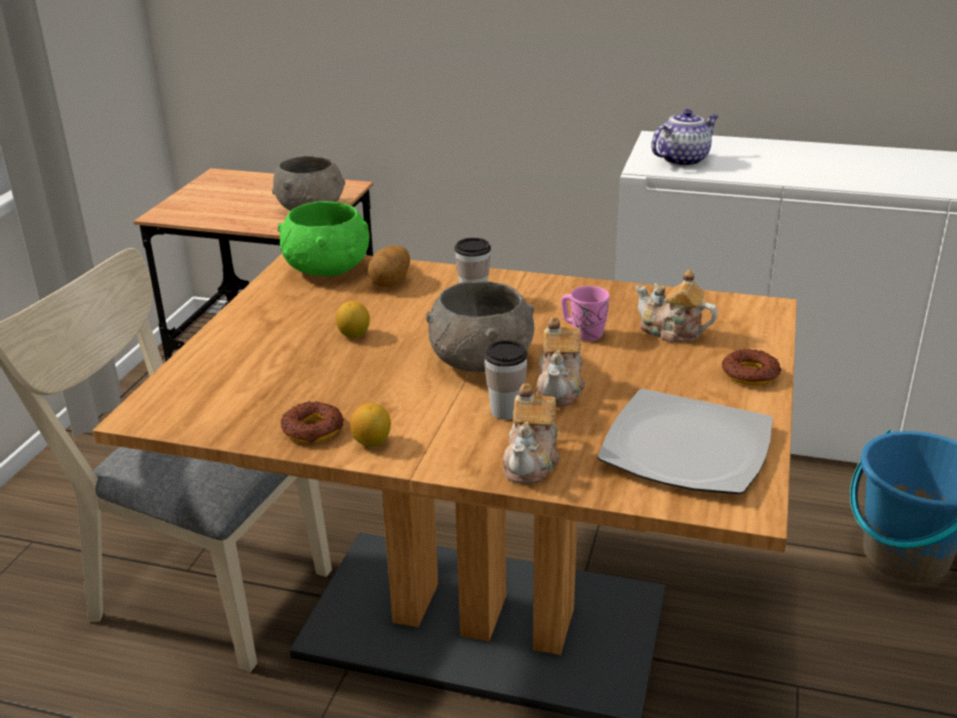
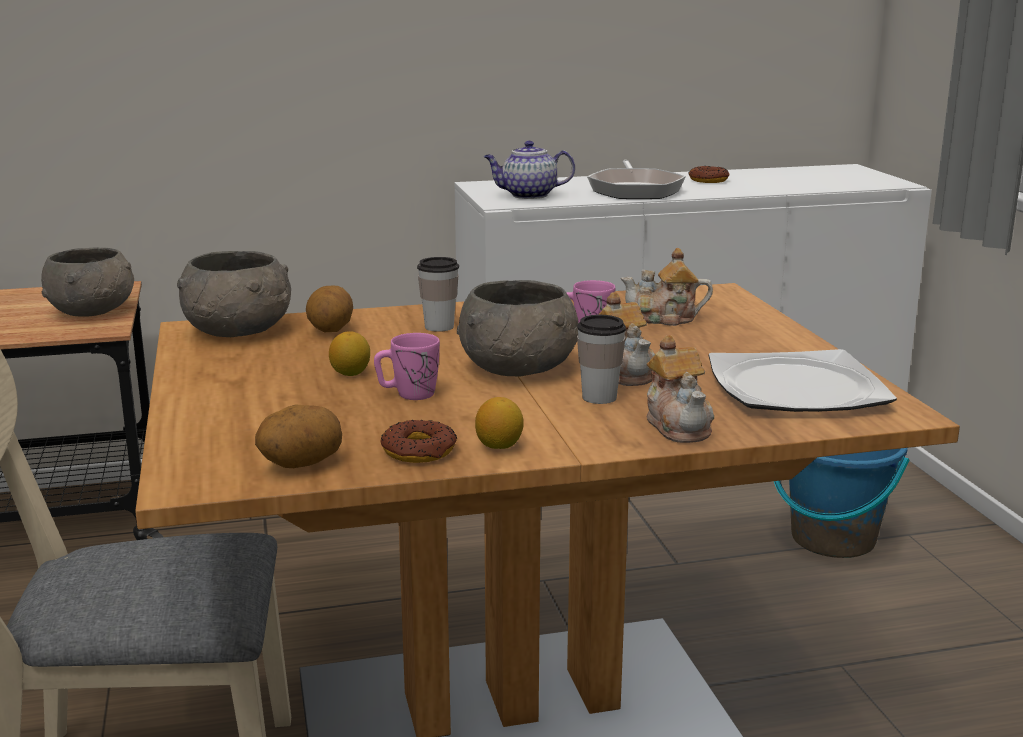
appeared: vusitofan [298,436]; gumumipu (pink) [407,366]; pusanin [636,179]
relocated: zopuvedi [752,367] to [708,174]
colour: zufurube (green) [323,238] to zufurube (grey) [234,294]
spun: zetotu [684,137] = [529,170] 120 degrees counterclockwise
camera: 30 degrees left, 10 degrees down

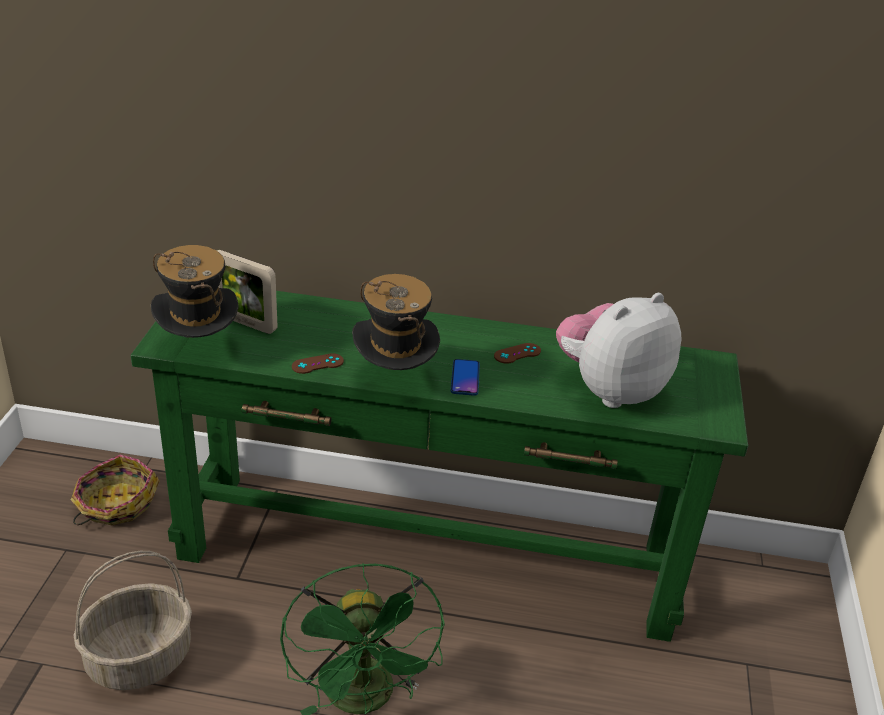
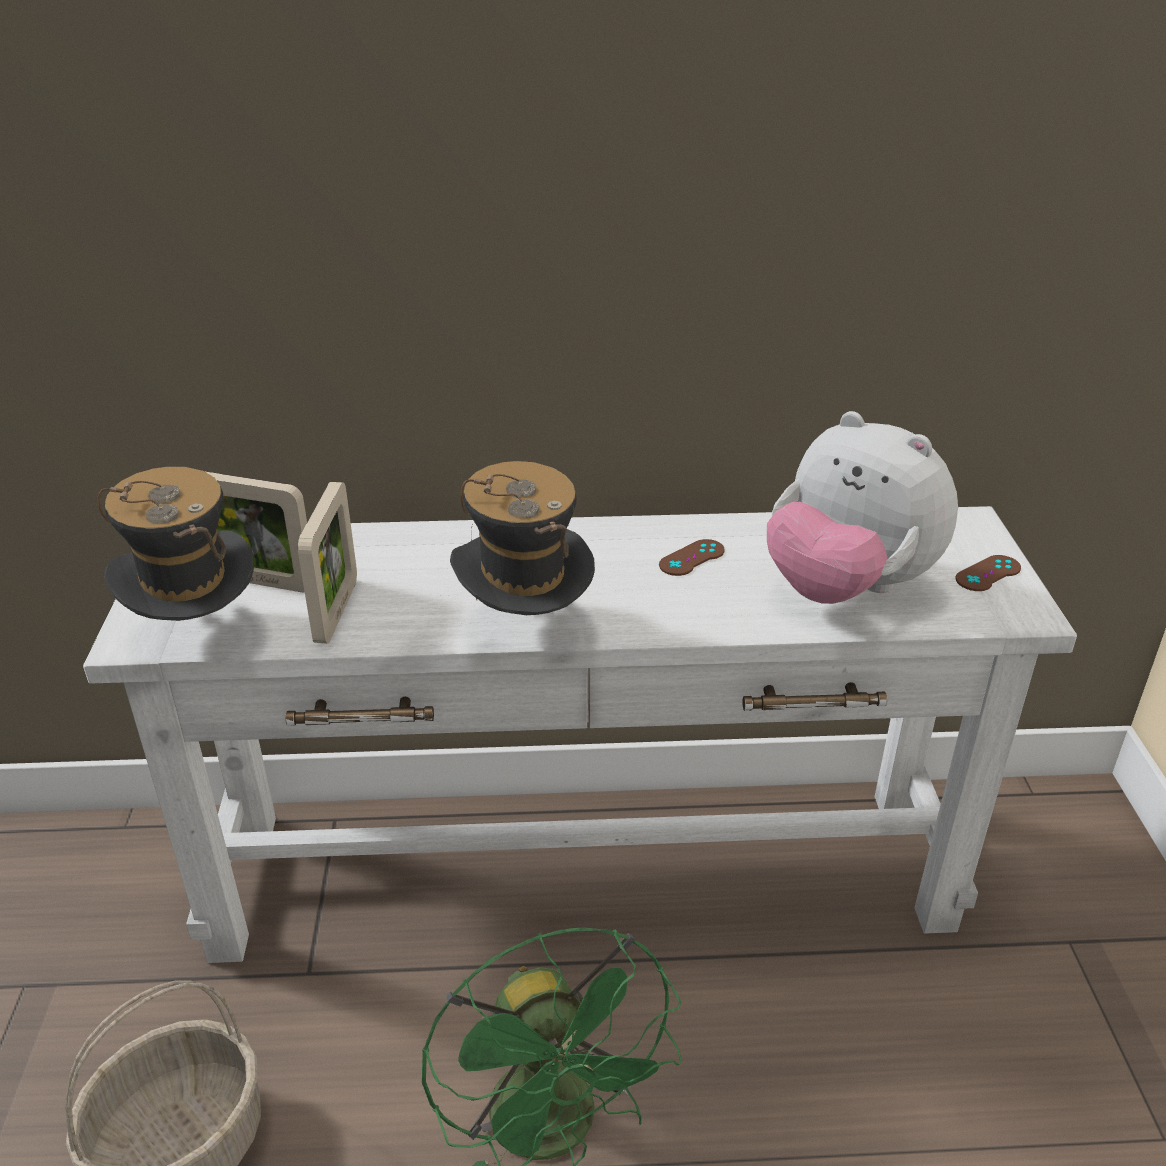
missing: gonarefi [115,489]; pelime [465,377]
appeared: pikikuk [327,562]
relocated: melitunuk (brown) [318,363] to [988,573]
colour: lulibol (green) [439,466] to lulibol (white) [580,734]
spun: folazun [619,350] = [862,507] 90 degrees counterclockwise
camera: 10 degrees left, 0 degrees up

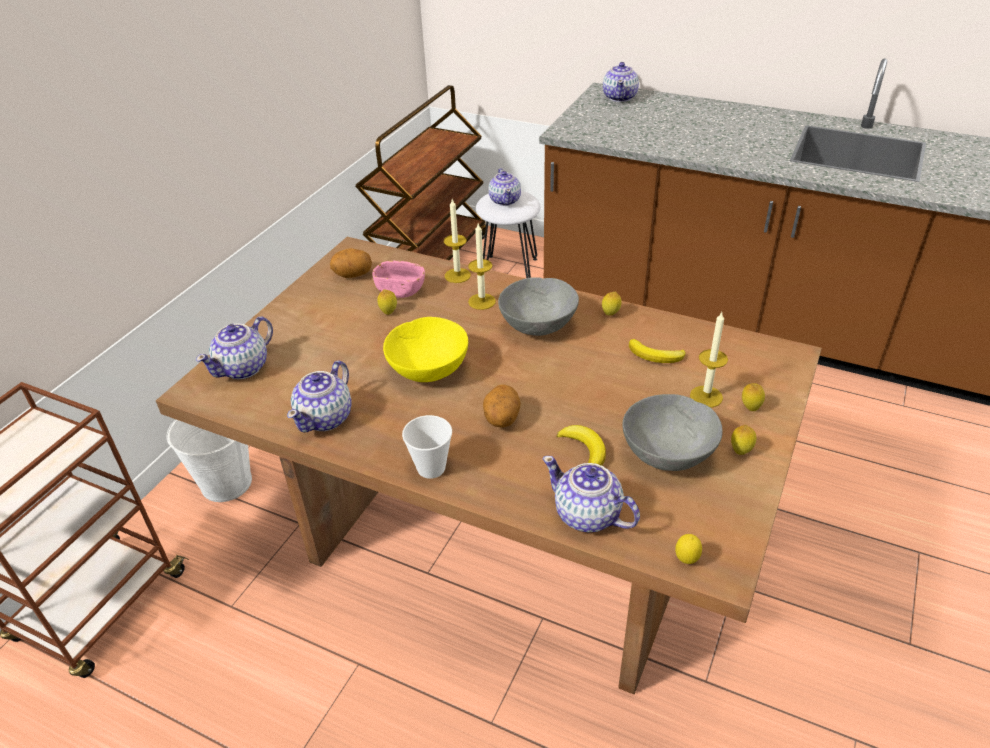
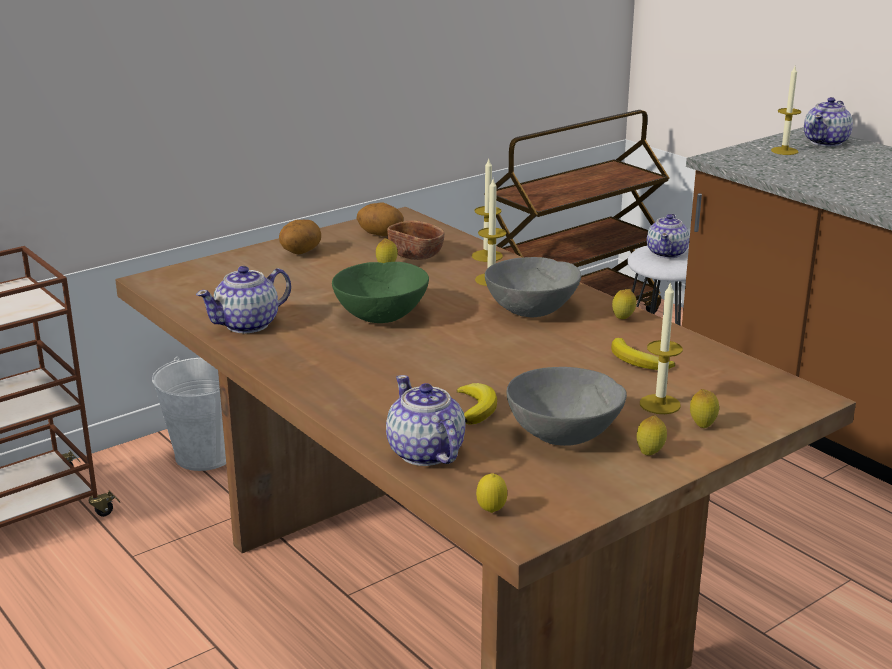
missing: zetotu [234,348]; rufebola [427,447]
appeared: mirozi [786,110]
relocated: vusitofan [502,406] to [300,237]
colour: zufurube (yellow) [425,349] to zufurube (green) [380,292]; zufurube (pink) [398,279] to zufurube (brown) [415,240]
camera: 25 degrees right, 15 degrees down

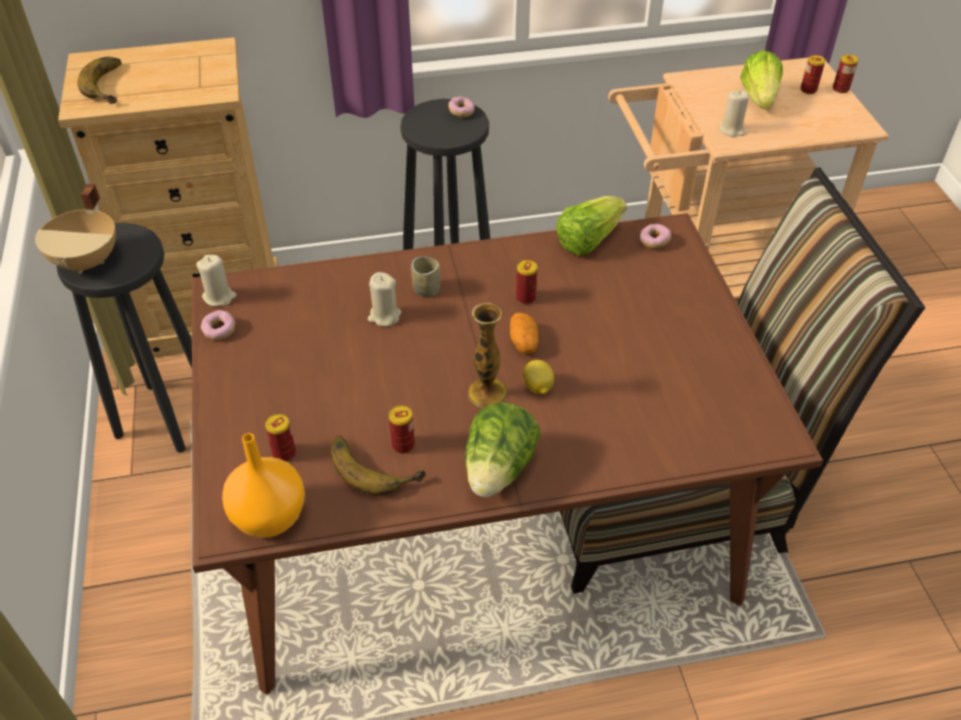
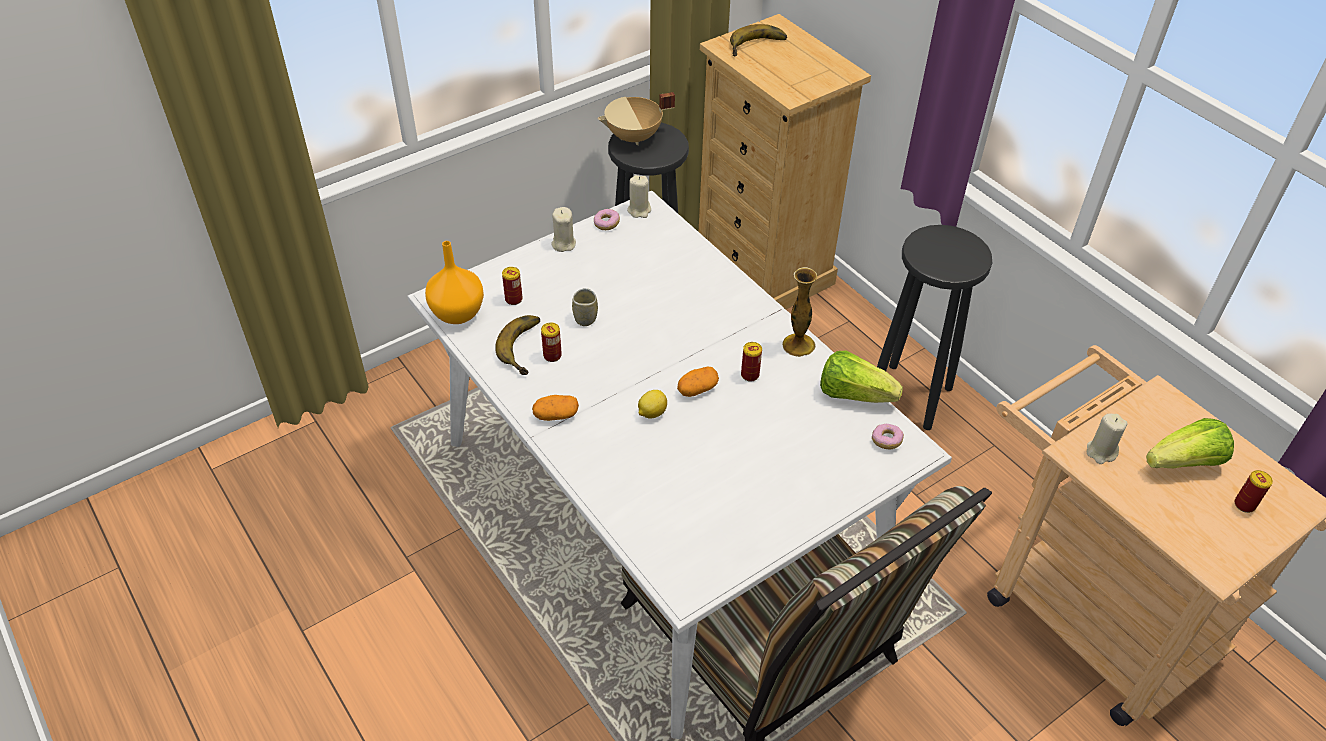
missing: zopuvedi [461,107]; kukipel [845,73]
relocated: mirozi (beige) [384,299] to [563,229]; rufebola [425,277] to [585,307]; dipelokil [487,355] to [799,312]
exchanged: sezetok [503,449] to vusitofan [555,408]
colour: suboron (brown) [507,453] to suboron (white) [679,465]
camera: 65 degrees right, 0 degrees up

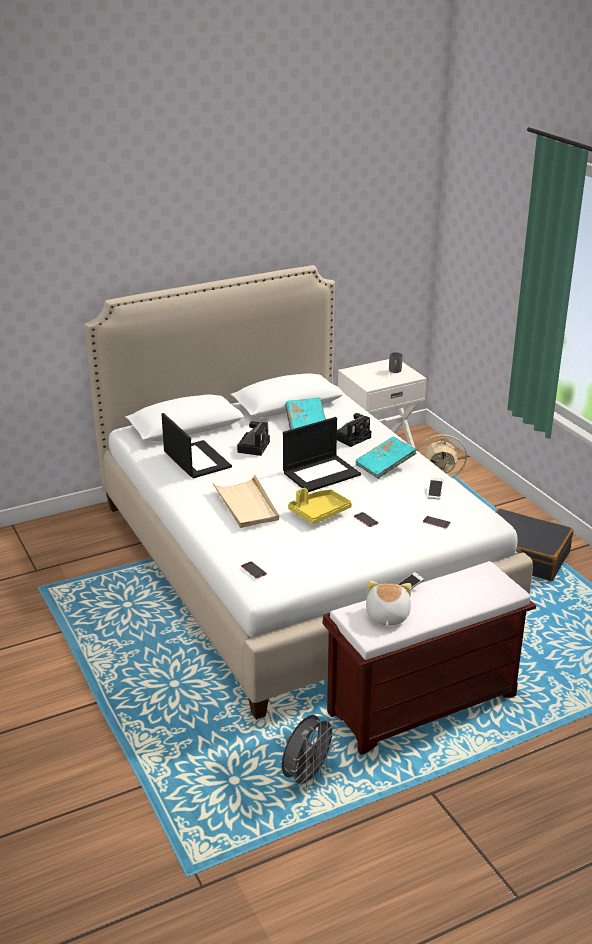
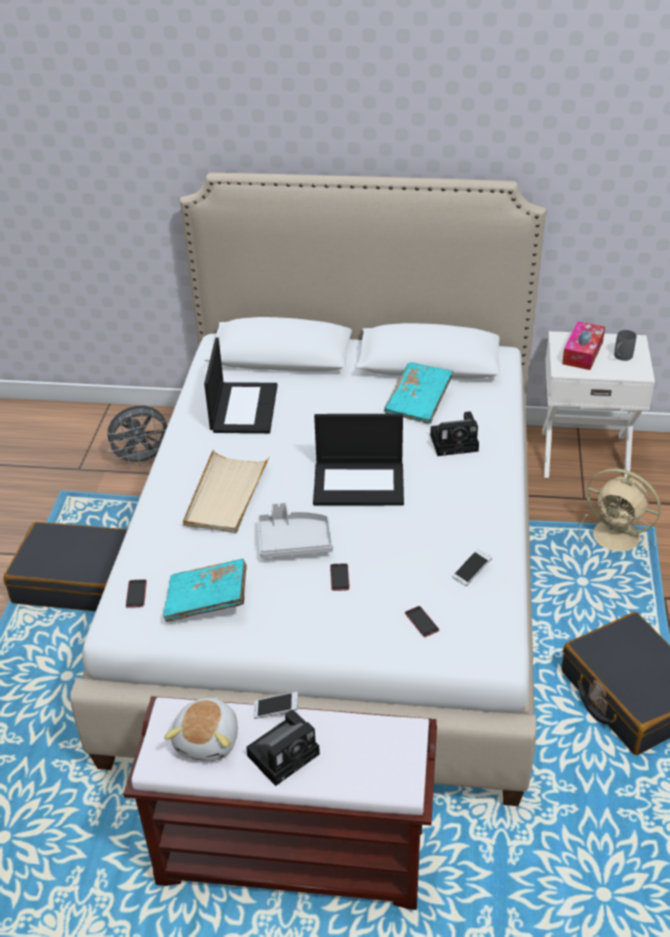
appeared: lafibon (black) [65,566]; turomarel [583,345]
relocated: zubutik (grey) [310,752] to [136,436]; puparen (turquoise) [386,458] to [205,590]; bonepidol [253,438] to [283,748]
colour: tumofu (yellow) [320,506] to tumofu (grey) [295,530]
spun: folazun [389,603] = [201,729] 150 degrees clockwise
camera: 35 degrees right, 10 degrees up

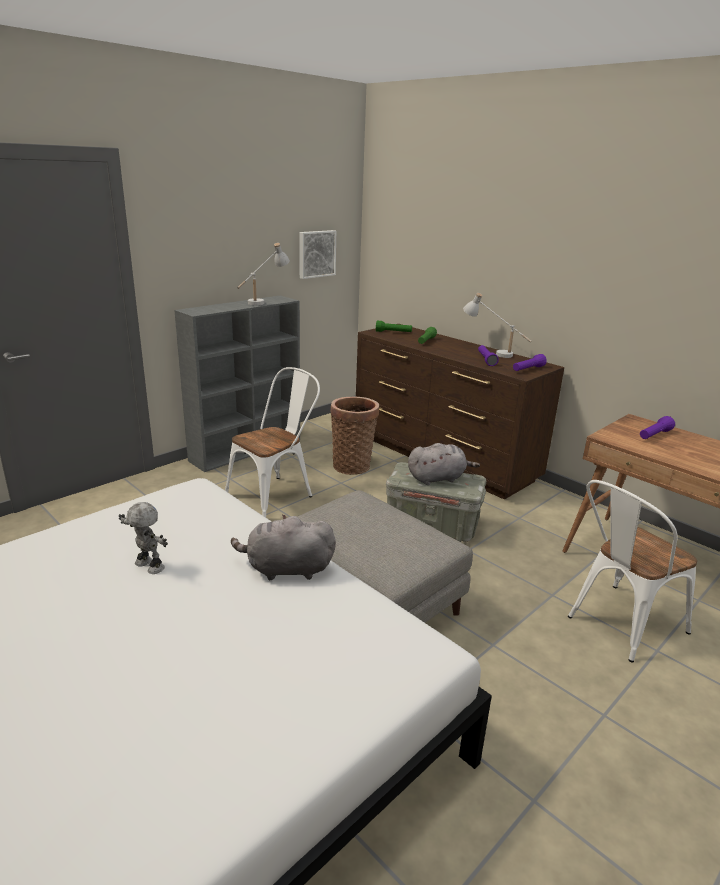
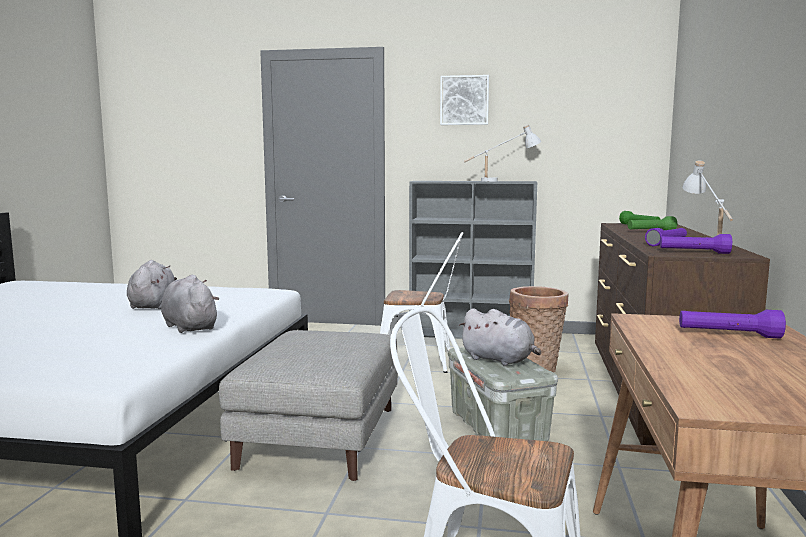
relocated: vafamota [317,254] to [464,100]
exchanged: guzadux [143,538] to folazun (grey) [152,284]
camera: 55 degrees right, 15 degrees down

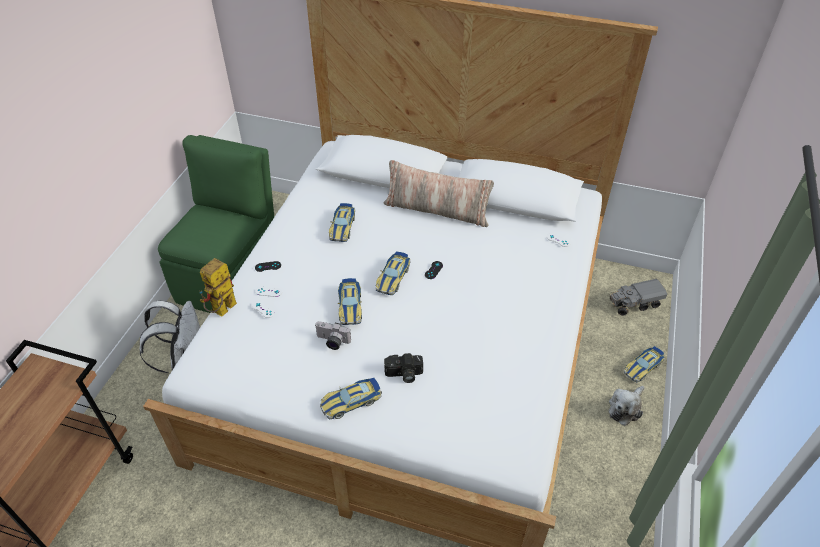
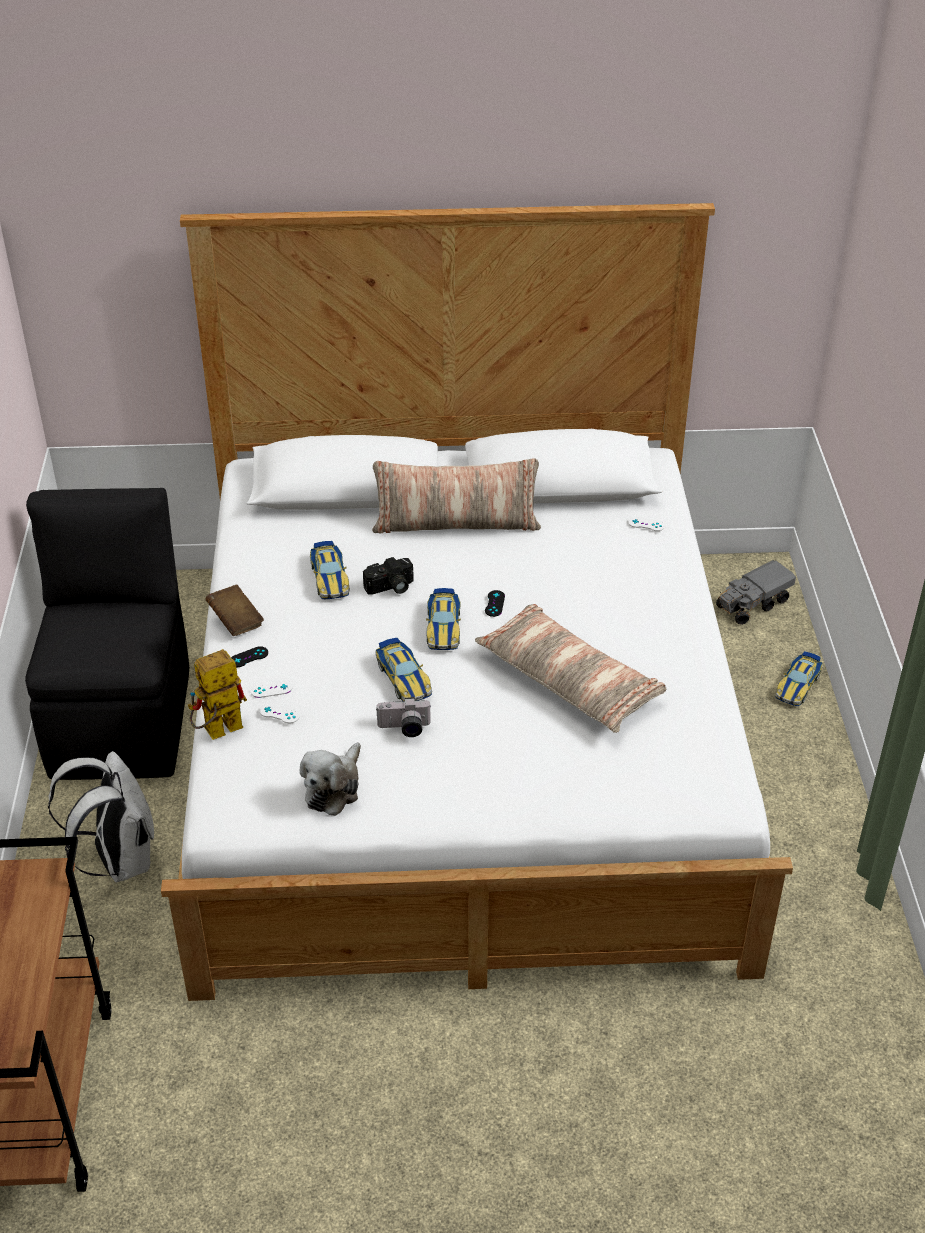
missing: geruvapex [351,399]
appeared: puparen (brown) [234,610]; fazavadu [571,668]
relocated: folazun [626,406] to [330,779]; bonepidol [403,368] to [388,576]
colour: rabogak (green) [216,224] to rabogak (black) [107,634]
spun: guzadux [218,287] = [217,694] 45 degrees clockwise
camera: 20 degrees left, 5 degrees down

